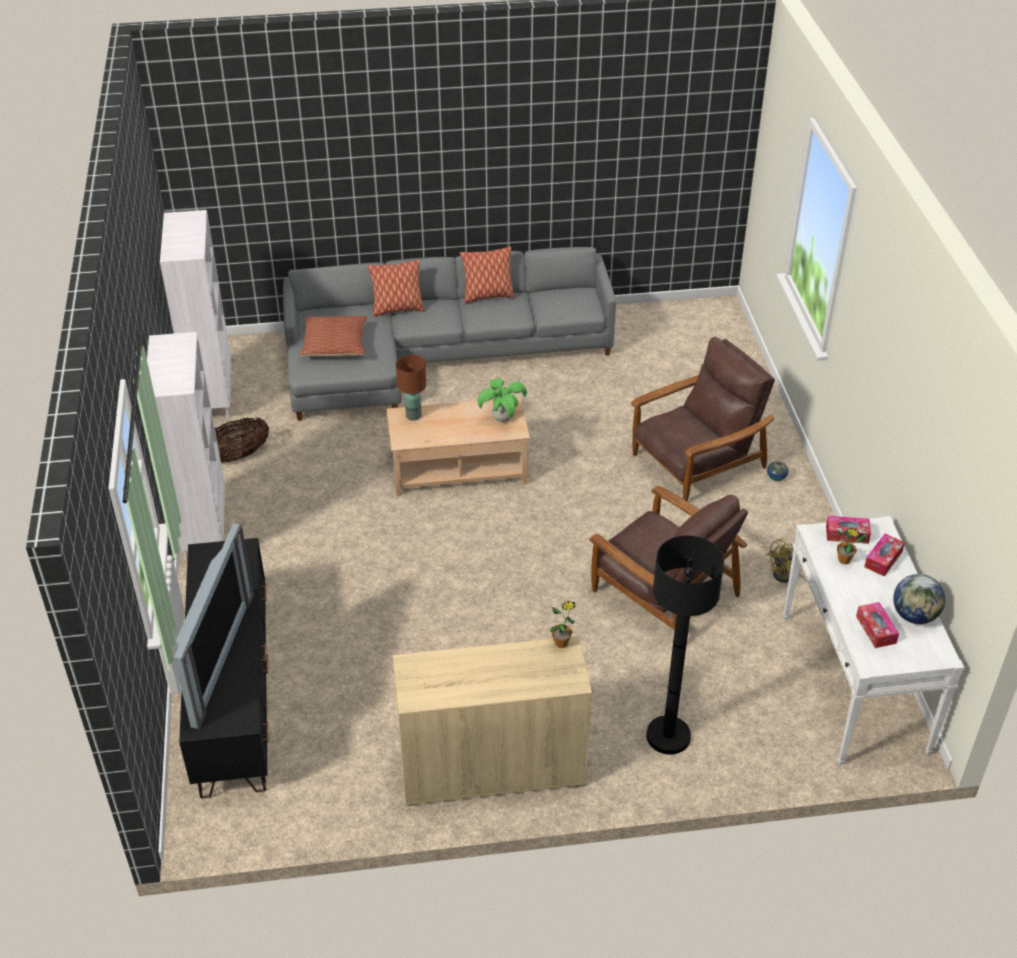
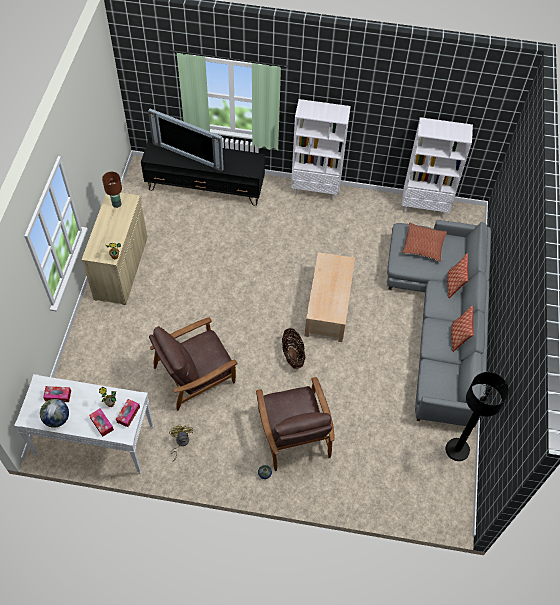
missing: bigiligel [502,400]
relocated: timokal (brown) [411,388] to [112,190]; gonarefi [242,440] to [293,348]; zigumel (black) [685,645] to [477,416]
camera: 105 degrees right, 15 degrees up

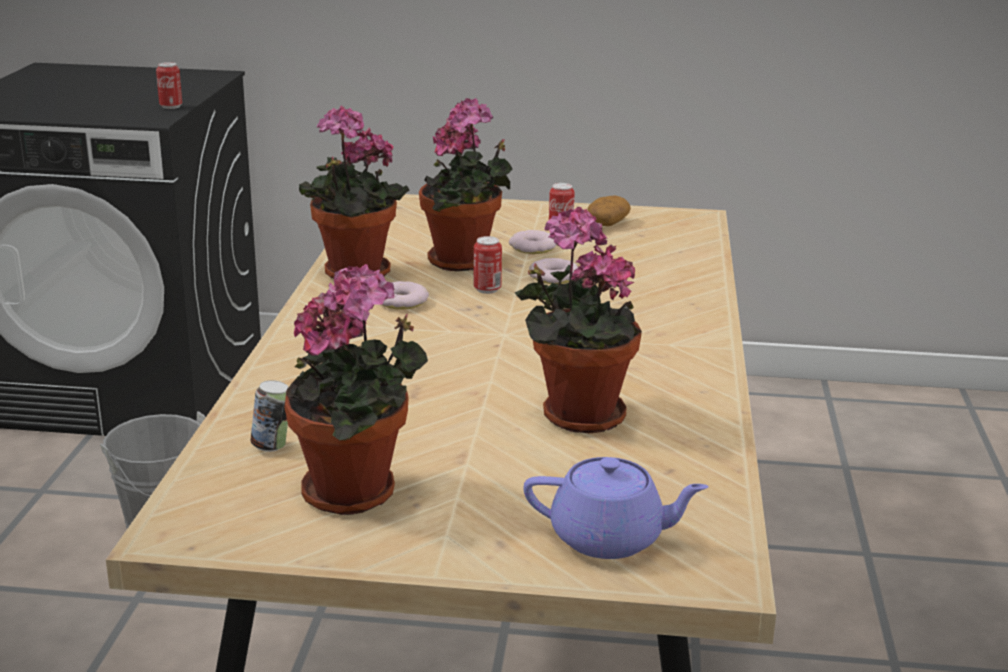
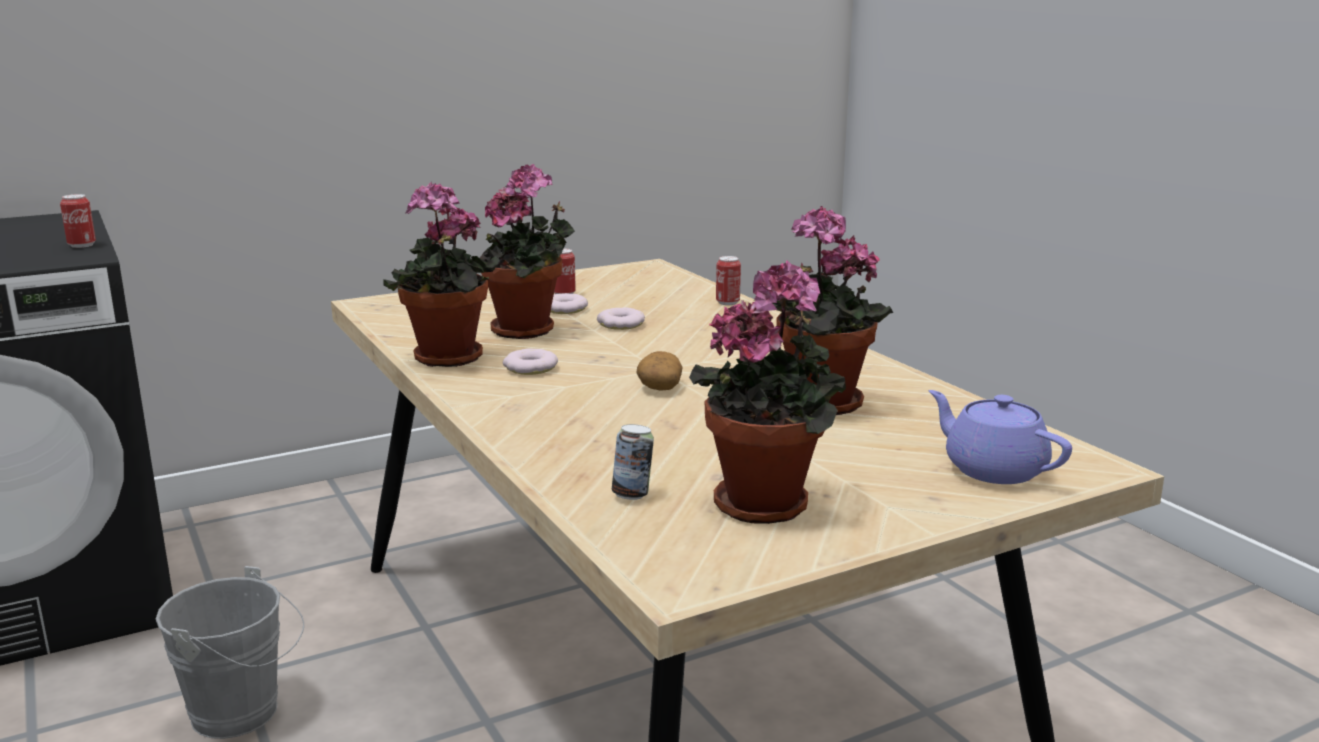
relocated: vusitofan [609,211] to [659,371]; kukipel [488,265] to [728,280]
spun: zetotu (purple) [616,508] = [1000,437] 105 degrees counterclockwise
camera: 35 degrees left, 5 degrees down

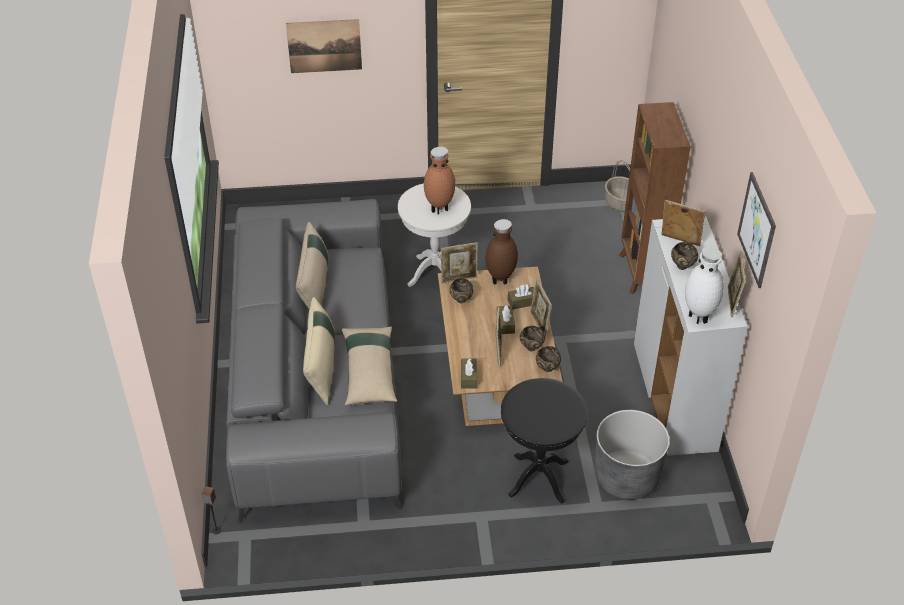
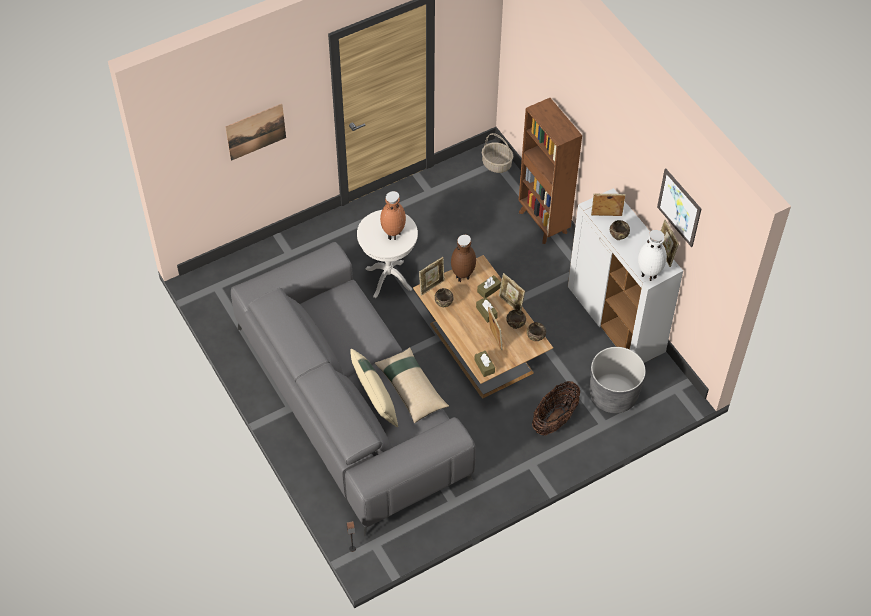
missing: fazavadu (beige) [312,265]
exchanged: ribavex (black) [544,441] to gonarefi [556,408]
camera: 25 degrees left, 10 degrees up

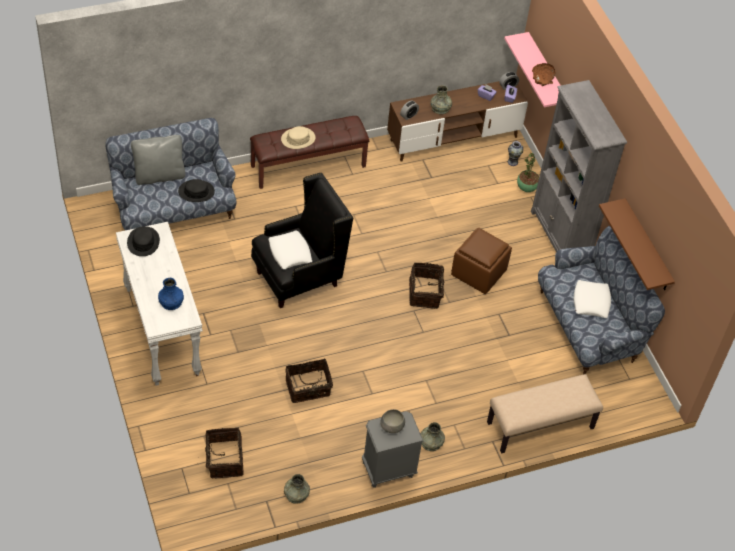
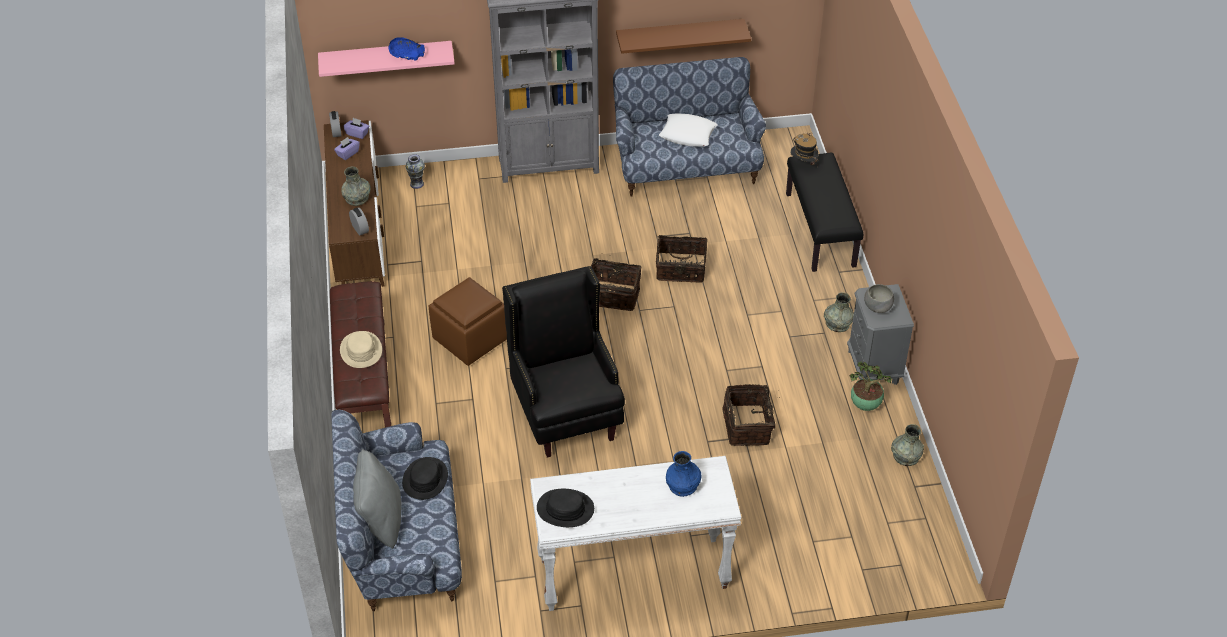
missing: fazavadu (white) [290,249]
appeared: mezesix [804,150]
relocated: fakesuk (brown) [481,261] to [468,321]; gonarefi [224,453] to [681,259]; bigiligel [528,172] to [870,386]
colour: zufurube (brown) [543,74] to zufurube (blue) [406,49]; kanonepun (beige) [545,413] to kanonepun (black) [824,212]
camera: 75 degrees left, 5 degrees down

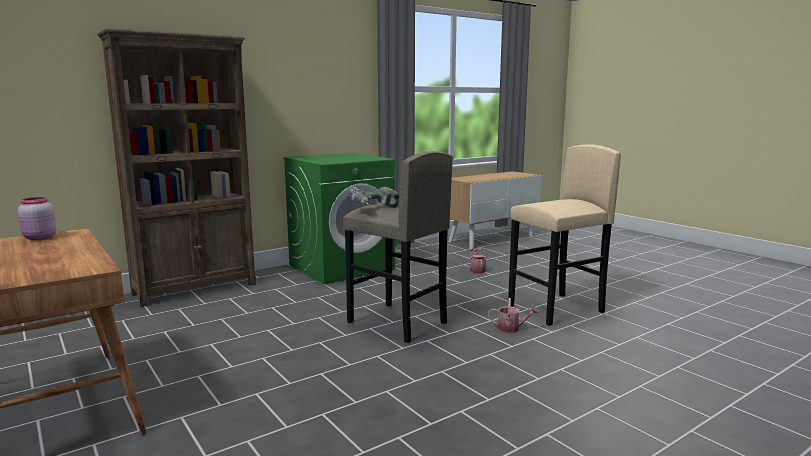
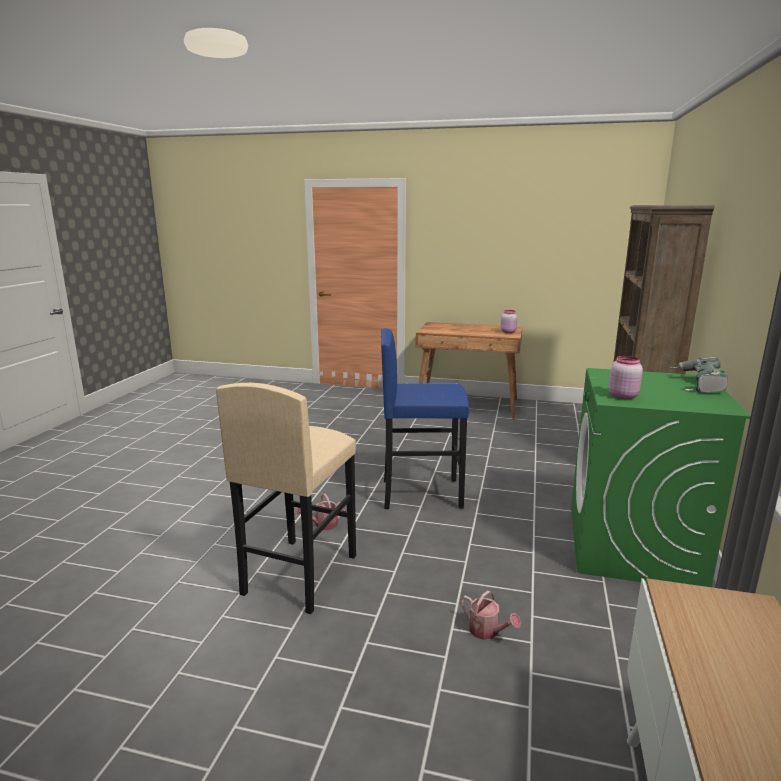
appeared: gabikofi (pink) [625,377]
relocated: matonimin [373,197] to [699,374]
colour: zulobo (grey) [398,247] to zulobo (blue) [425,418]
camera: 140 degrees right, 5 degrees up

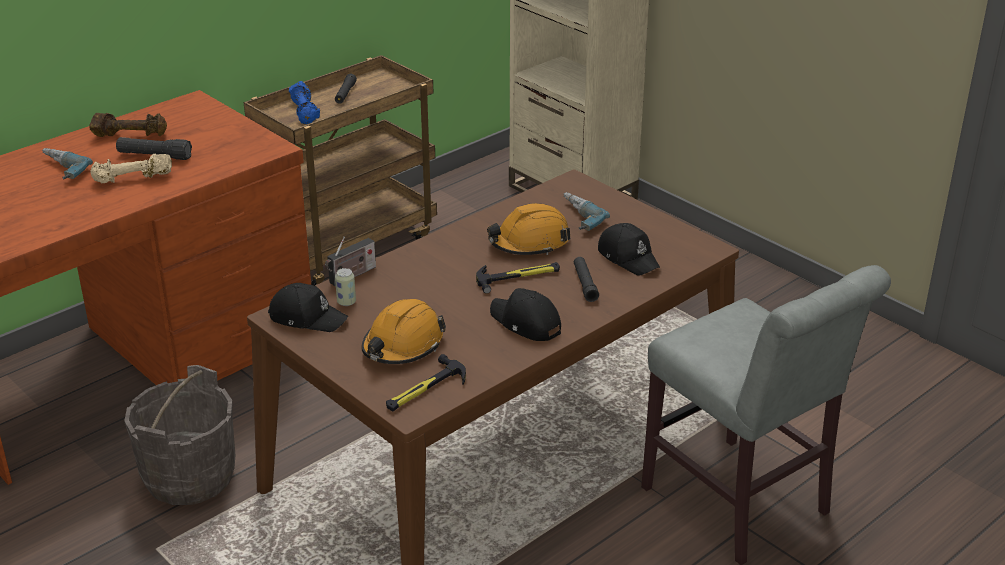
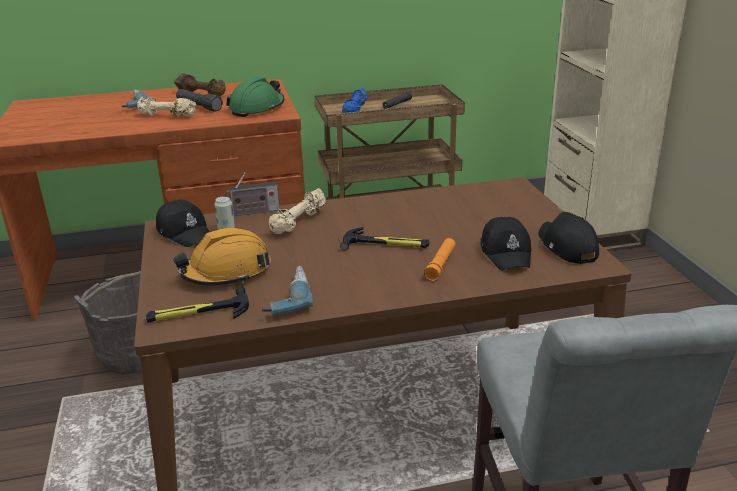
missing: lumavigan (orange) [528,229]
appeared: lumavigan (green) [255,96]; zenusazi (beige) [297,211]
relocated: matonimin [587,211] to [287,291]; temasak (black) [525,314] to [568,238]
colour: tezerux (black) [586,279] to tezerux (orange) [440,259]
camera: 30 degrees right, 5 degrees down

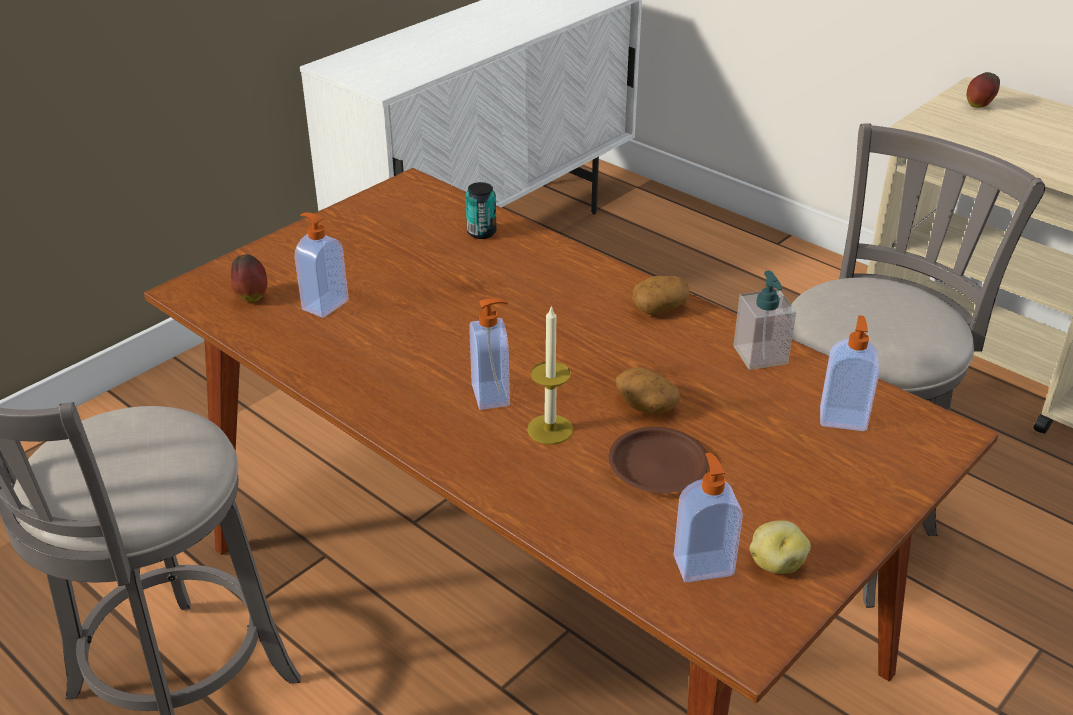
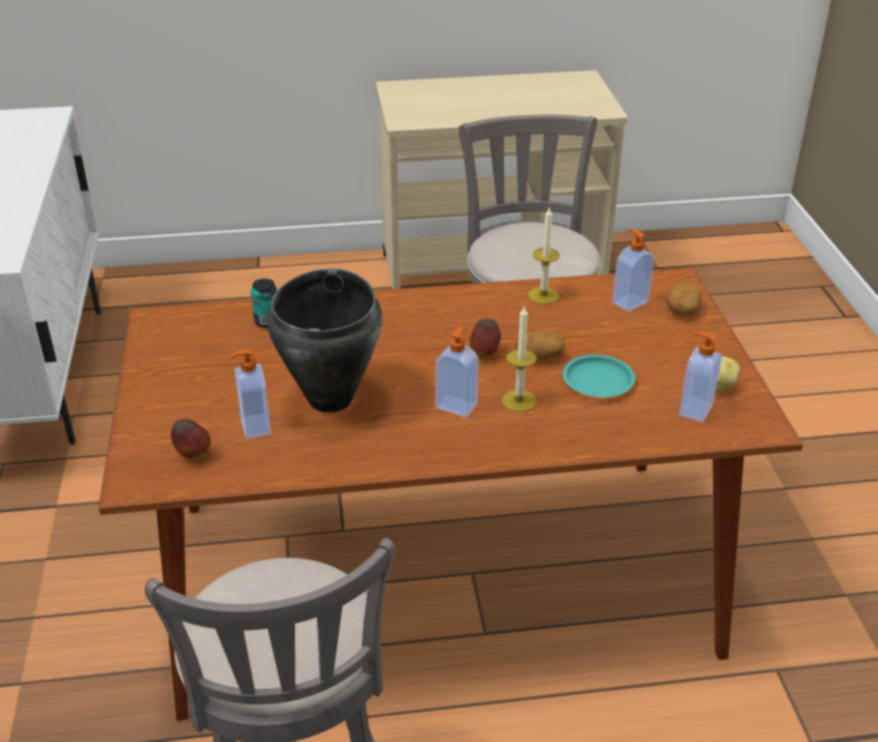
appeared: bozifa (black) [324,340]
relocated: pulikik [983,90] to [485,338]; vusitofan [661,295] to [684,298]
exchanged: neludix [764,320] to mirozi [544,255]
colour: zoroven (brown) [658,460] to zoroven (turquoise) [599,376]
camera: 50 degrees left, 0 degrees up

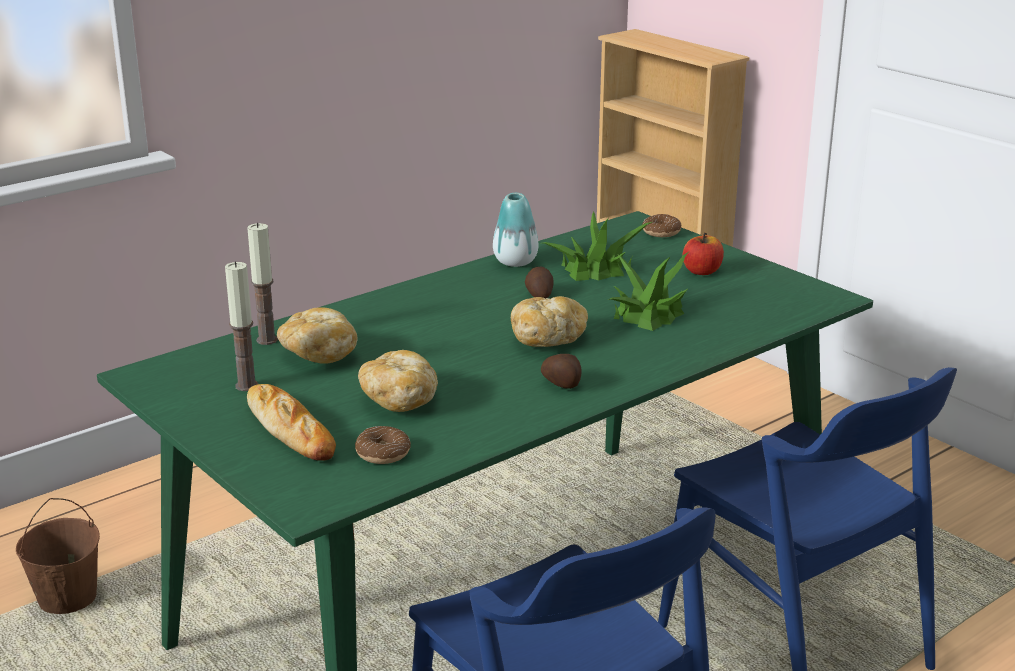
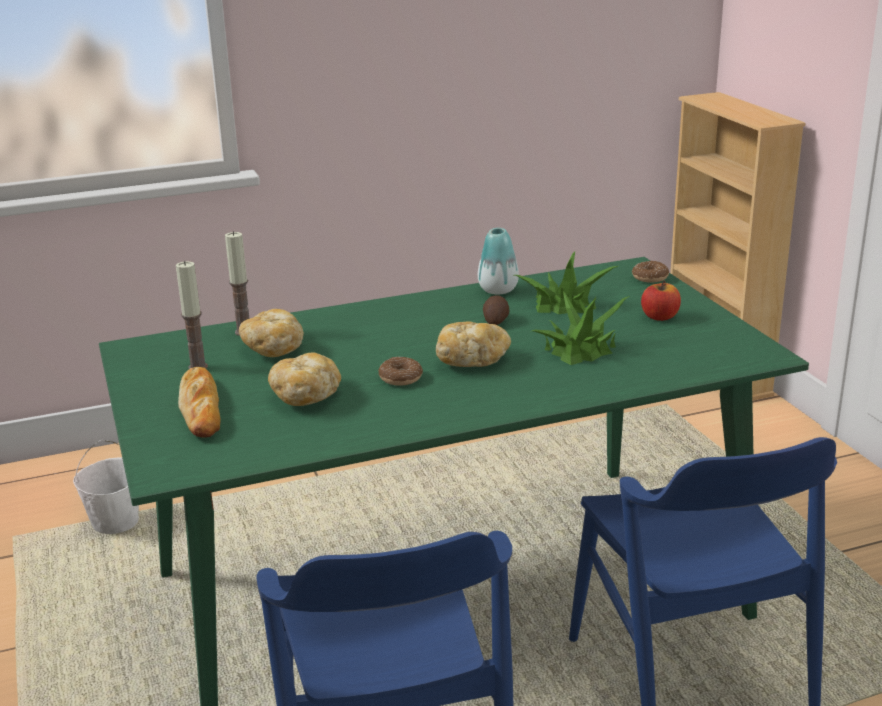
missing: vusitofan [561,371]
relocated: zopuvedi [383,445] to [400,371]
colour: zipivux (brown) [58,556] to zipivux (white) [106,487]
camera: 20 degrees right, 0 degrees up

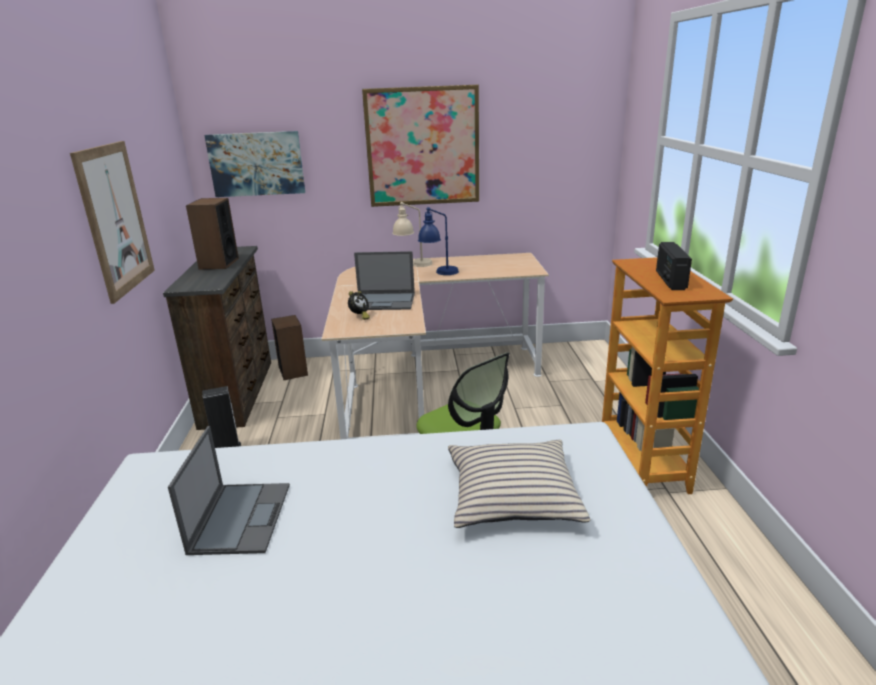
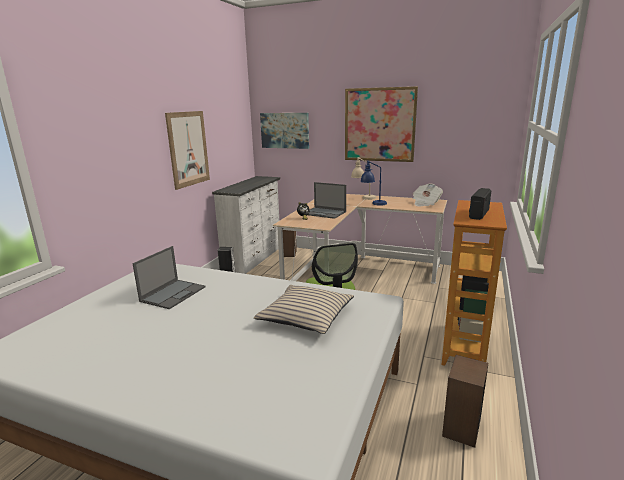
appeared: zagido [427,195]
relocated: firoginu [212,233] to [465,401]
colour: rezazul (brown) [217,338] to rezazul (white) [246,225]
camera: 25 degrees right, 5 degrees down

